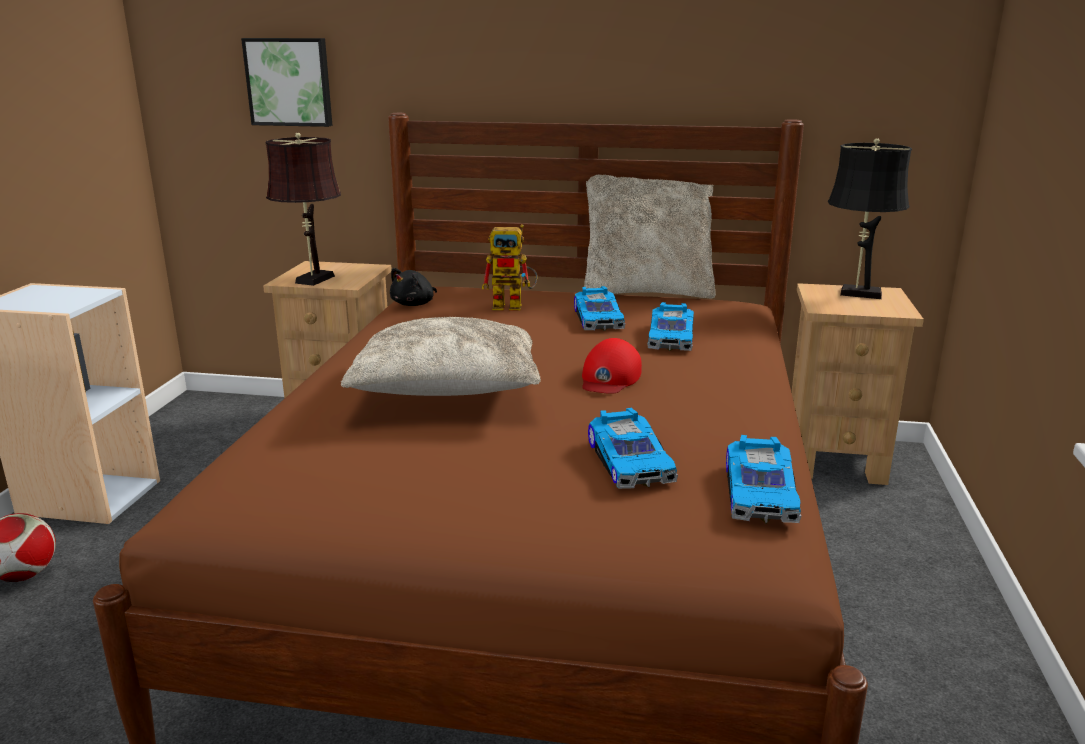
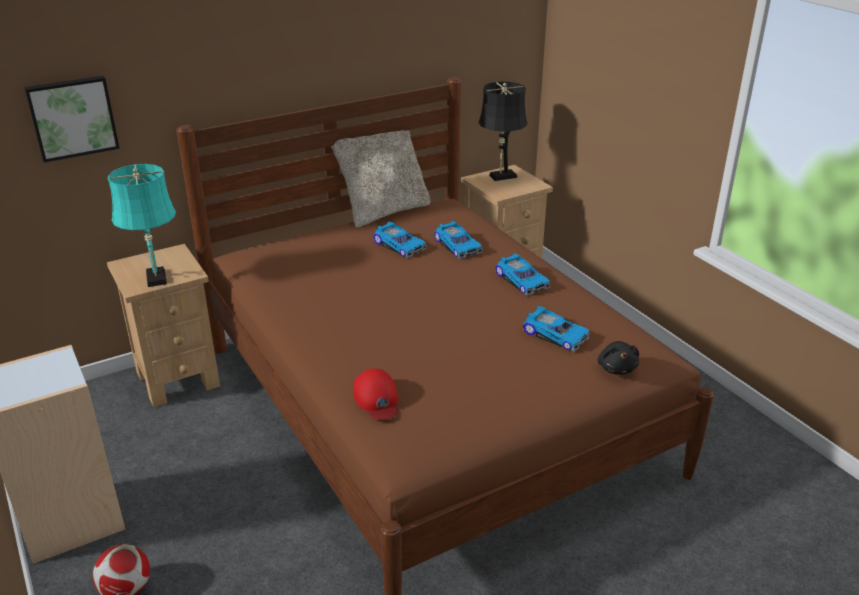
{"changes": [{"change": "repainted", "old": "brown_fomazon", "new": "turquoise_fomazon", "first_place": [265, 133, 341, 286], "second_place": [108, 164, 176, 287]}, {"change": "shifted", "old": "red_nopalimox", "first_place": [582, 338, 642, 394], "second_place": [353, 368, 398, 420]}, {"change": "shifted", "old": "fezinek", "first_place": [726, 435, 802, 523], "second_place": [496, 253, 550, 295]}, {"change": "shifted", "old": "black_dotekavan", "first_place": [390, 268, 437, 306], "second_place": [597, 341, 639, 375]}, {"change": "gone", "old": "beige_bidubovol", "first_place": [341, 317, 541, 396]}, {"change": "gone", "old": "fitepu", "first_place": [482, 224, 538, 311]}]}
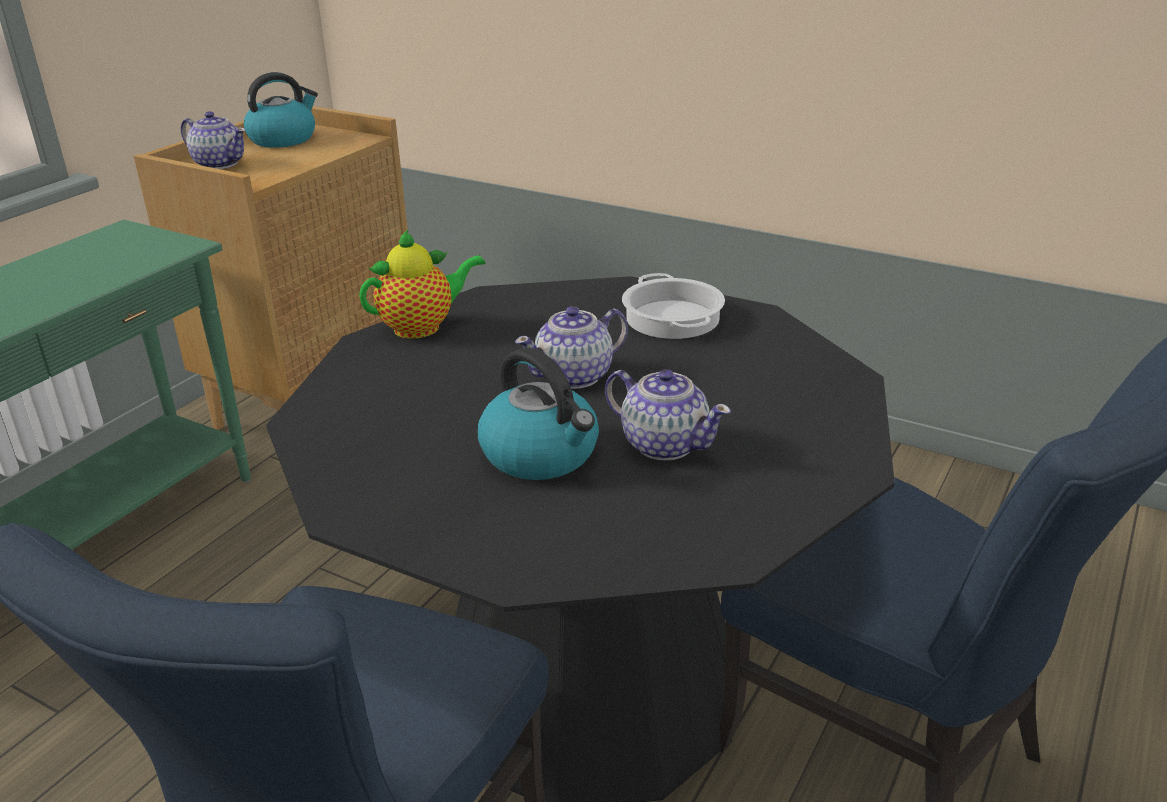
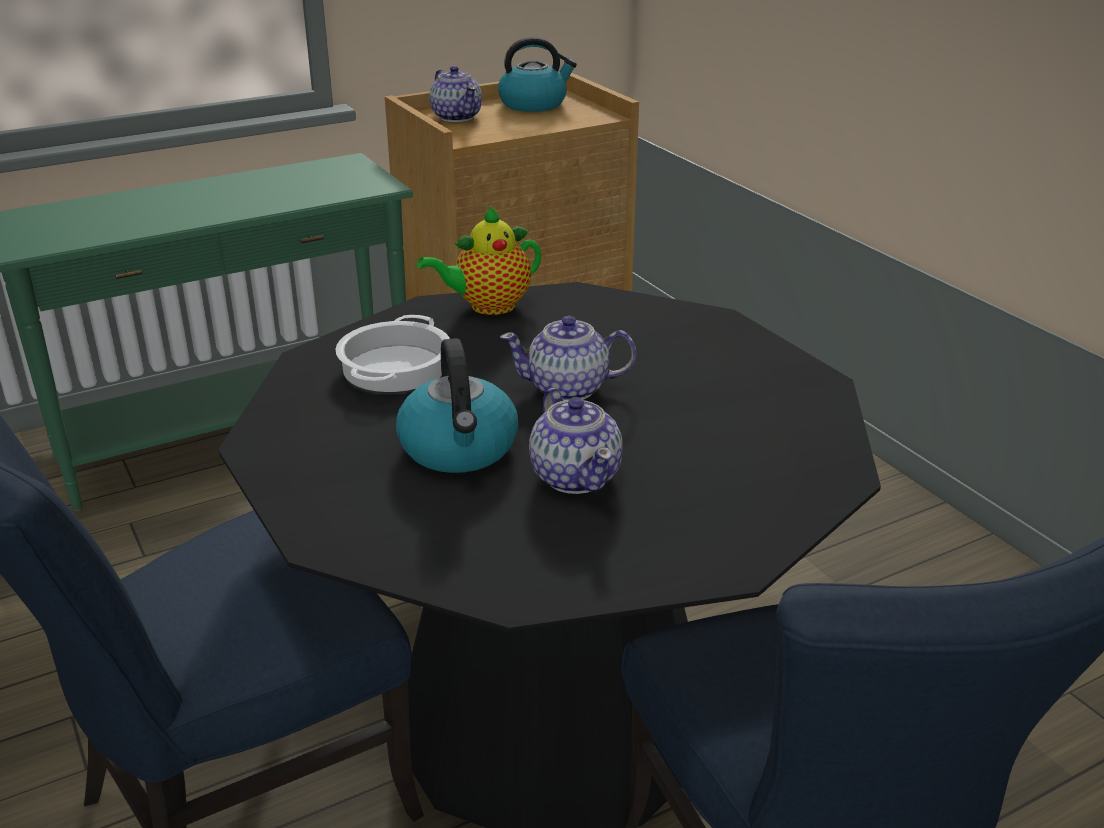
{"changes": [{"change": "shifted", "old": "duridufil", "first_place": [622, 273, 725, 339], "second_place": [335, 315, 450, 392]}, {"change": "rotated", "old": "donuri", "first_place": [359, 230, 485, 339], "second_place": [417, 205, 541, 315], "degrees": 150}]}
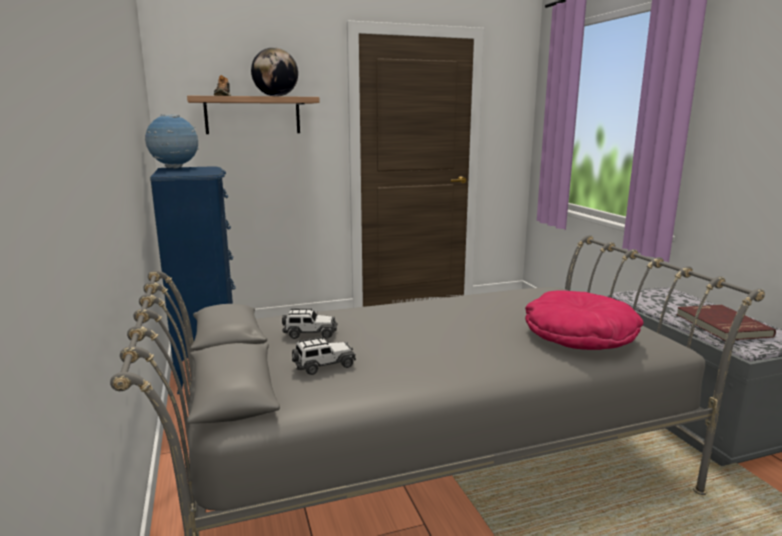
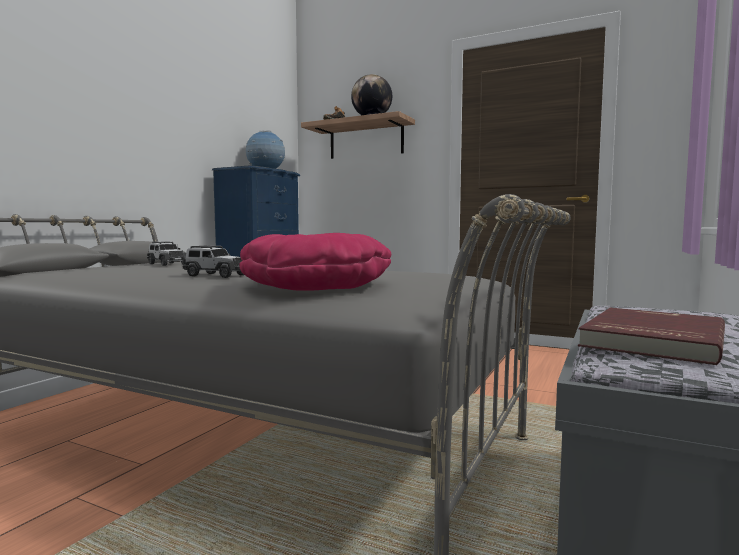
{"changes": [{"change": "shifted", "old": "fezinek", "first_place": [292, 337, 356, 375], "second_place": [182, 245, 244, 278]}]}
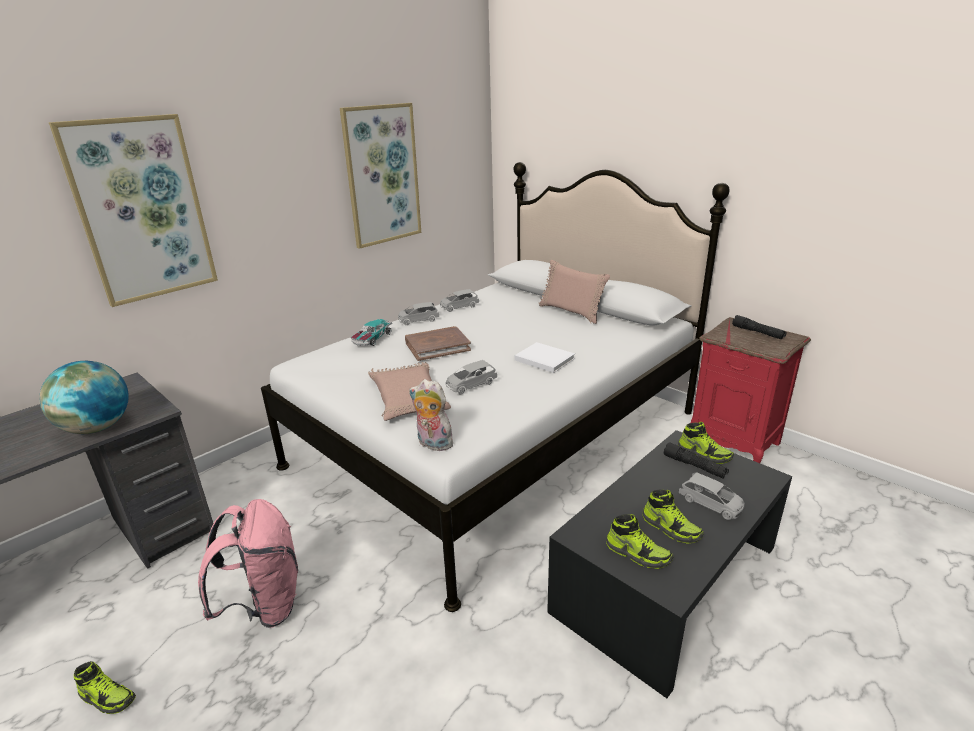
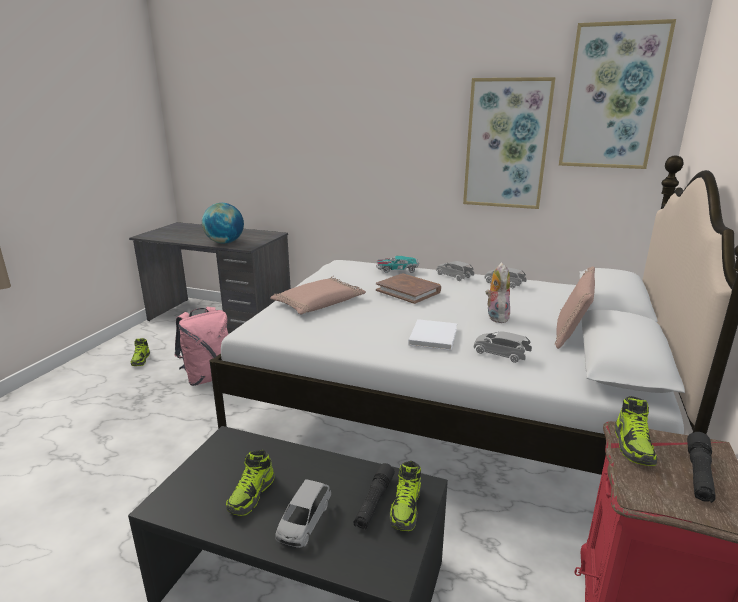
{"changes": [{"change": "shifted", "old": "grey_fezinek", "first_place": [446, 360, 497, 394], "second_place": [474, 332, 532, 363]}, {"change": "shifted", "old": "dotekavan", "first_place": [409, 379, 458, 451], "second_place": [485, 262, 510, 323]}, {"change": "shifted", "old": "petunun", "first_place": [49, 114, 218, 307], "second_place": [559, 19, 676, 169]}, {"change": "shifted", "old": "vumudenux", "first_place": [606, 514, 673, 569], "second_place": [615, 396, 657, 466]}]}
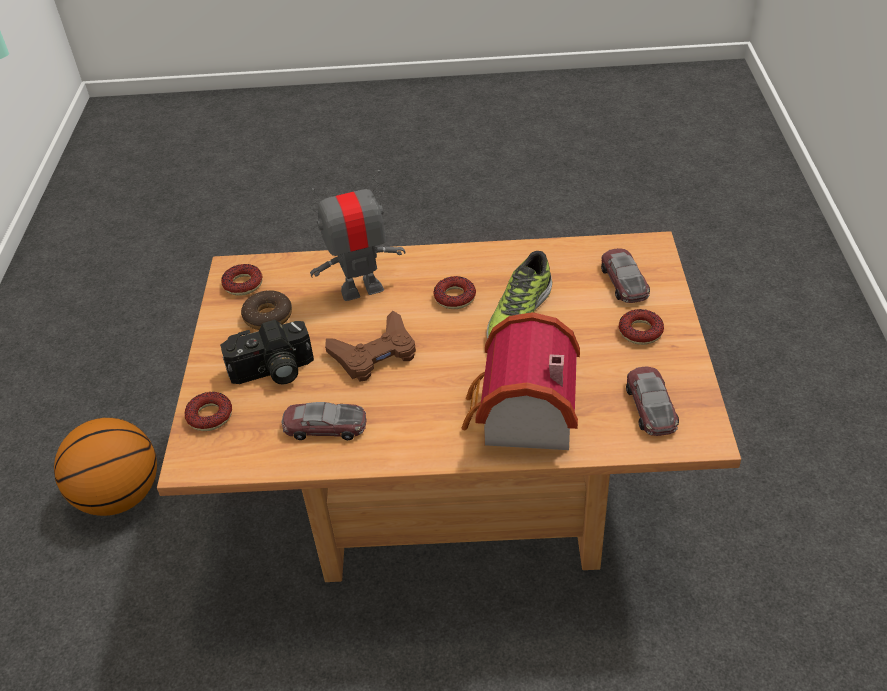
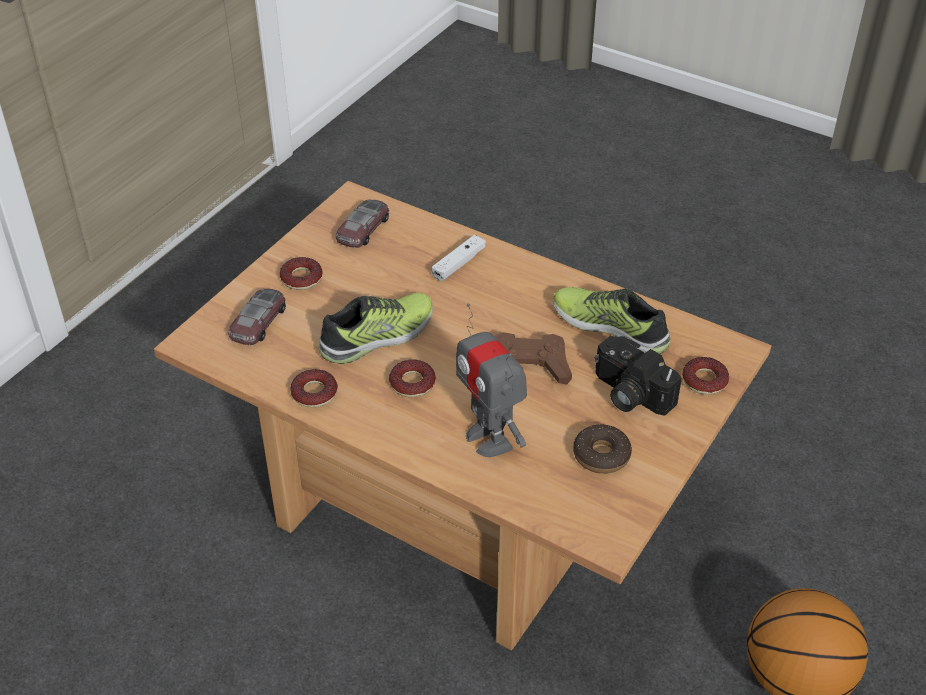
{"changes": [{"change": "shifted", "old": "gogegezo", "first_place": [221, 264, 263, 296], "second_place": [290, 369, 338, 408]}, {"change": "swapped", "old": "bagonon", "new": "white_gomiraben", "first_place": [462, 312, 580, 450], "second_place": [432, 235, 486, 281]}, {"change": "rotated", "old": "fitepu", "first_place": [310, 170, 406, 301], "second_place": [456, 304, 527, 457], "degrees": 45}, {"change": "swapped", "old": "fezinek", "new": "vumudenux", "first_place": [281, 402, 367, 440], "second_place": [553, 287, 671, 354]}, {"change": "rotated", "old": "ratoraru", "first_place": [220, 320, 314, 384], "second_place": [594, 336, 682, 416], "degrees": -150}]}
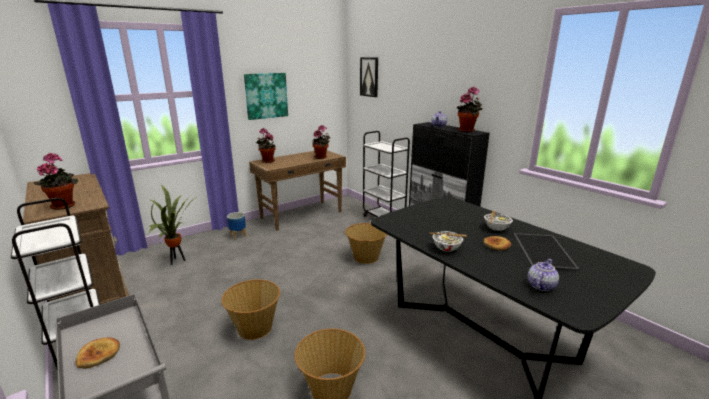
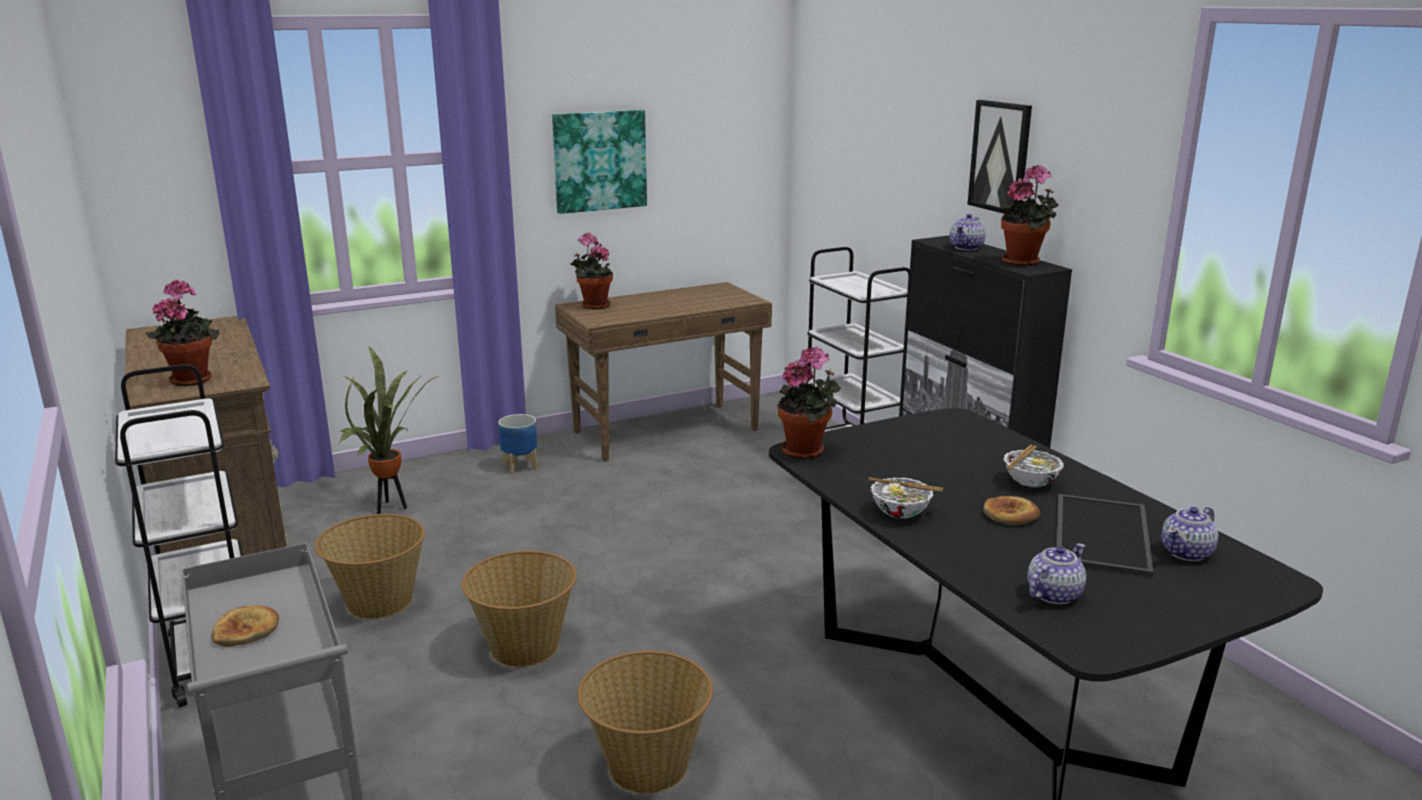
{"changes": [{"change": "shifted", "old": "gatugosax", "first_place": [345, 223, 387, 264], "second_place": [315, 514, 425, 619]}, {"change": "shifted", "old": "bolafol", "first_place": [312, 125, 330, 159], "second_place": [778, 346, 841, 459]}, {"change": "shifted", "old": "petunun", "first_place": [360, 57, 378, 97], "second_place": [967, 100, 1032, 214]}, {"change": "new", "new": "donuri", "second_place": [1161, 507, 1218, 561]}]}
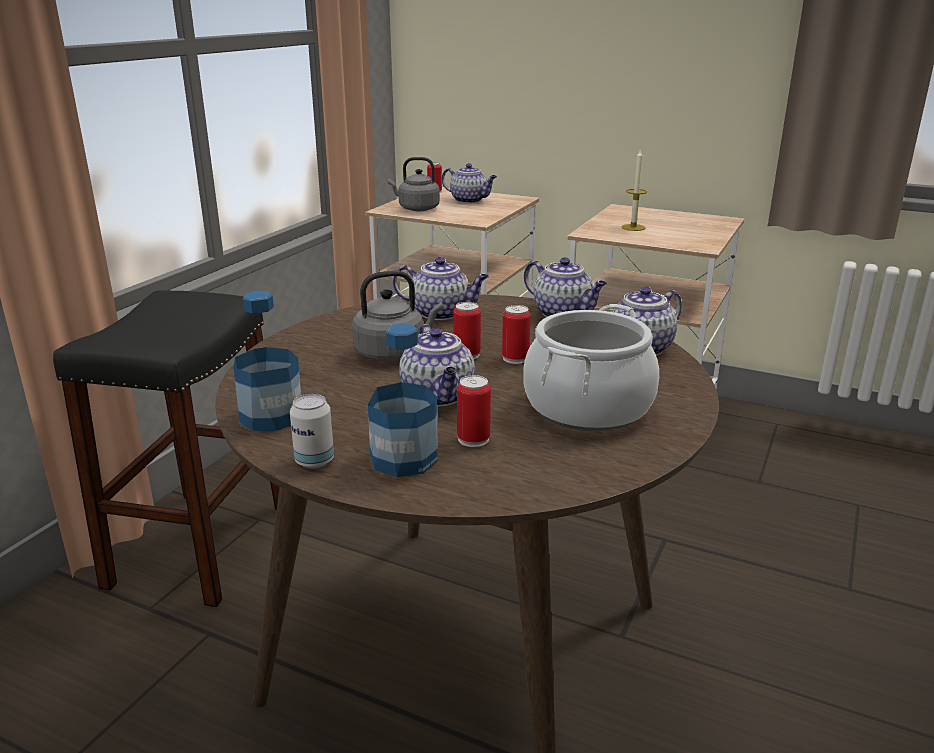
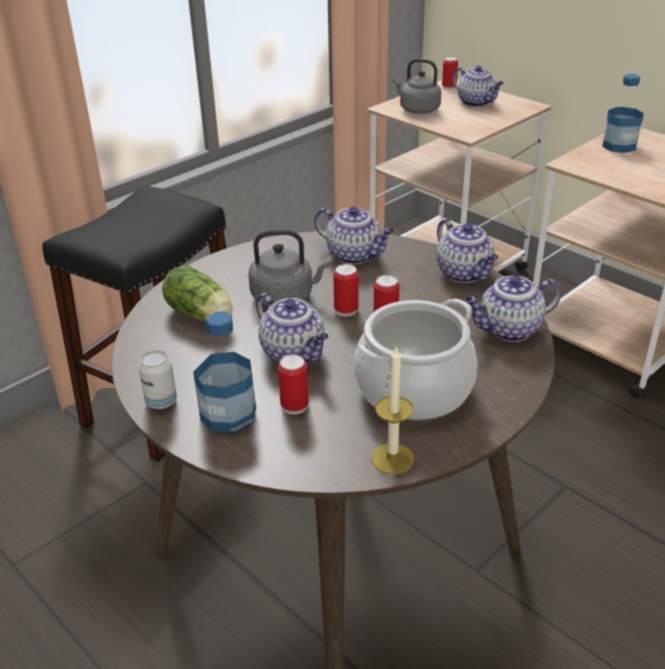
{"changes": [{"change": "new", "new": "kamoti", "second_place": [162, 266, 233, 321]}, {"change": "rotated", "old": "donuri", "first_place": [399, 324, 475, 407], "second_place": [256, 293, 329, 363], "degrees": -45}, {"change": "shifted", "old": "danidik", "first_place": [621, 150, 647, 231], "second_place": [371, 345, 414, 474]}, {"change": "shifted", "old": "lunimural", "first_place": [233, 291, 301, 431], "second_place": [602, 74, 644, 153]}]}
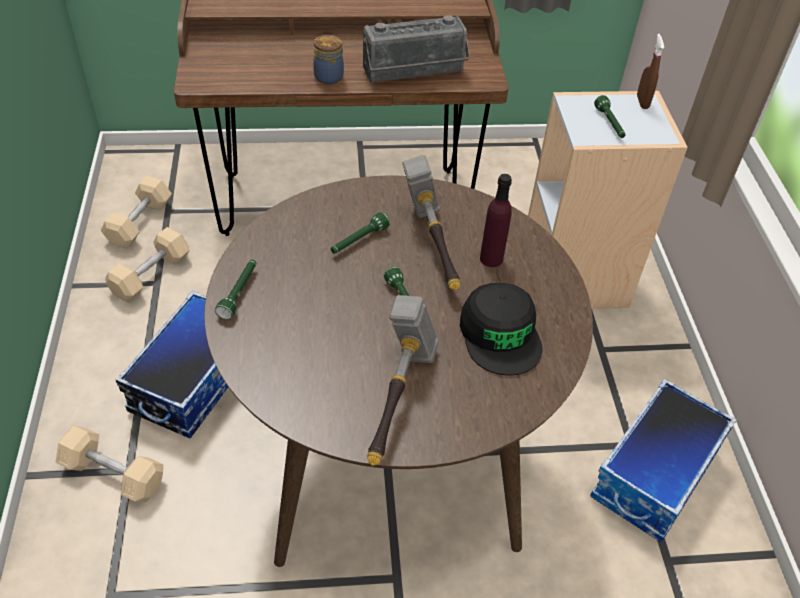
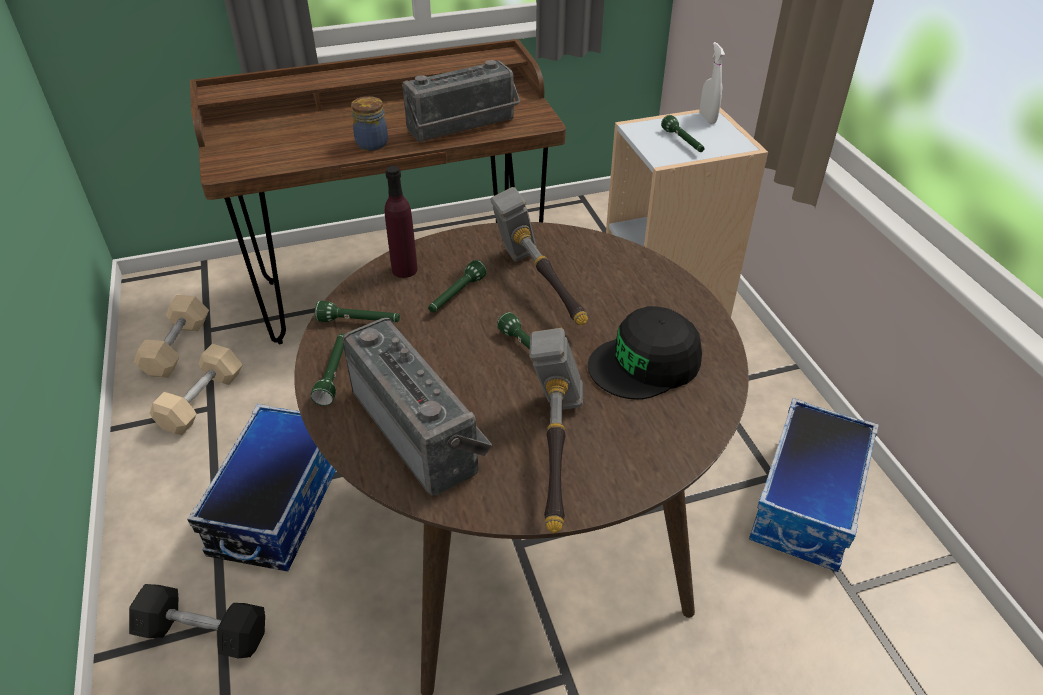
{"changes": [{"change": "repainted", "old": "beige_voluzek", "new": "black_voluzek", "first_place": [56, 426, 164, 502], "second_place": [129, 584, 265, 658]}, {"change": "new", "new": "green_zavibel", "second_place": [315, 301, 400, 322]}, {"change": "new", "new": "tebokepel", "second_place": [343, 318, 493, 496]}, {"change": "shifted", "old": "purple_lunimural", "first_place": [480, 174, 512, 267], "second_place": [385, 166, 418, 278]}, {"change": "rotated", "old": "black_nopalimox", "first_place": [460, 283, 543, 376], "second_place": [588, 306, 702, 400], "degrees": 90}, {"change": "repainted", "old": "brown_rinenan", "new": "white_rinenan", "first_place": [637, 34, 664, 109], "second_place": [700, 42, 725, 124]}]}
